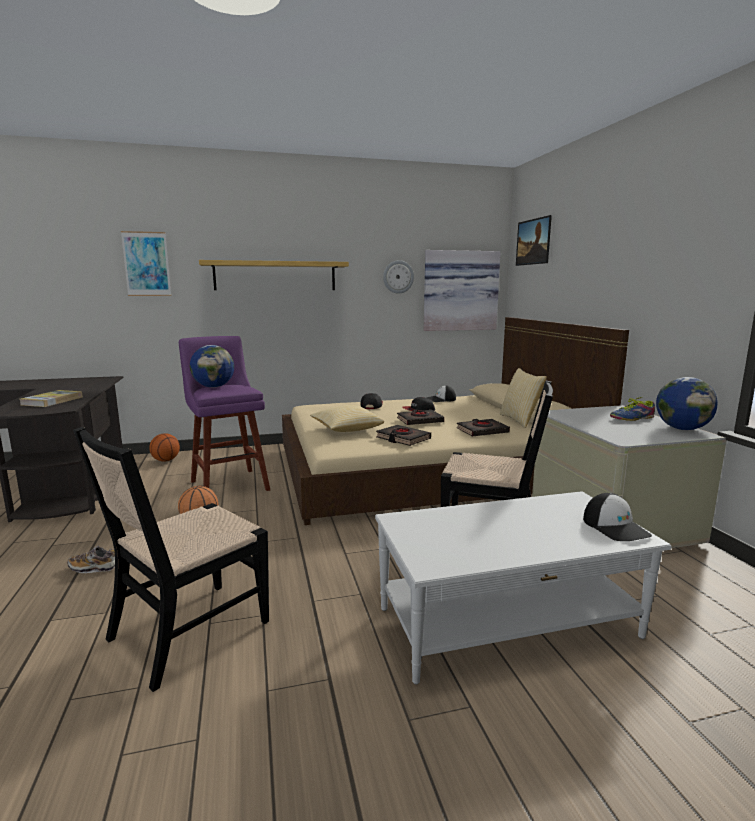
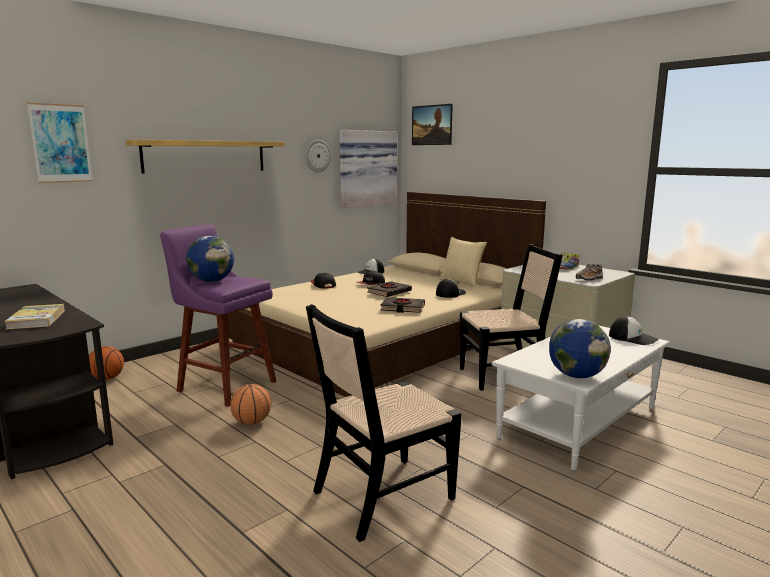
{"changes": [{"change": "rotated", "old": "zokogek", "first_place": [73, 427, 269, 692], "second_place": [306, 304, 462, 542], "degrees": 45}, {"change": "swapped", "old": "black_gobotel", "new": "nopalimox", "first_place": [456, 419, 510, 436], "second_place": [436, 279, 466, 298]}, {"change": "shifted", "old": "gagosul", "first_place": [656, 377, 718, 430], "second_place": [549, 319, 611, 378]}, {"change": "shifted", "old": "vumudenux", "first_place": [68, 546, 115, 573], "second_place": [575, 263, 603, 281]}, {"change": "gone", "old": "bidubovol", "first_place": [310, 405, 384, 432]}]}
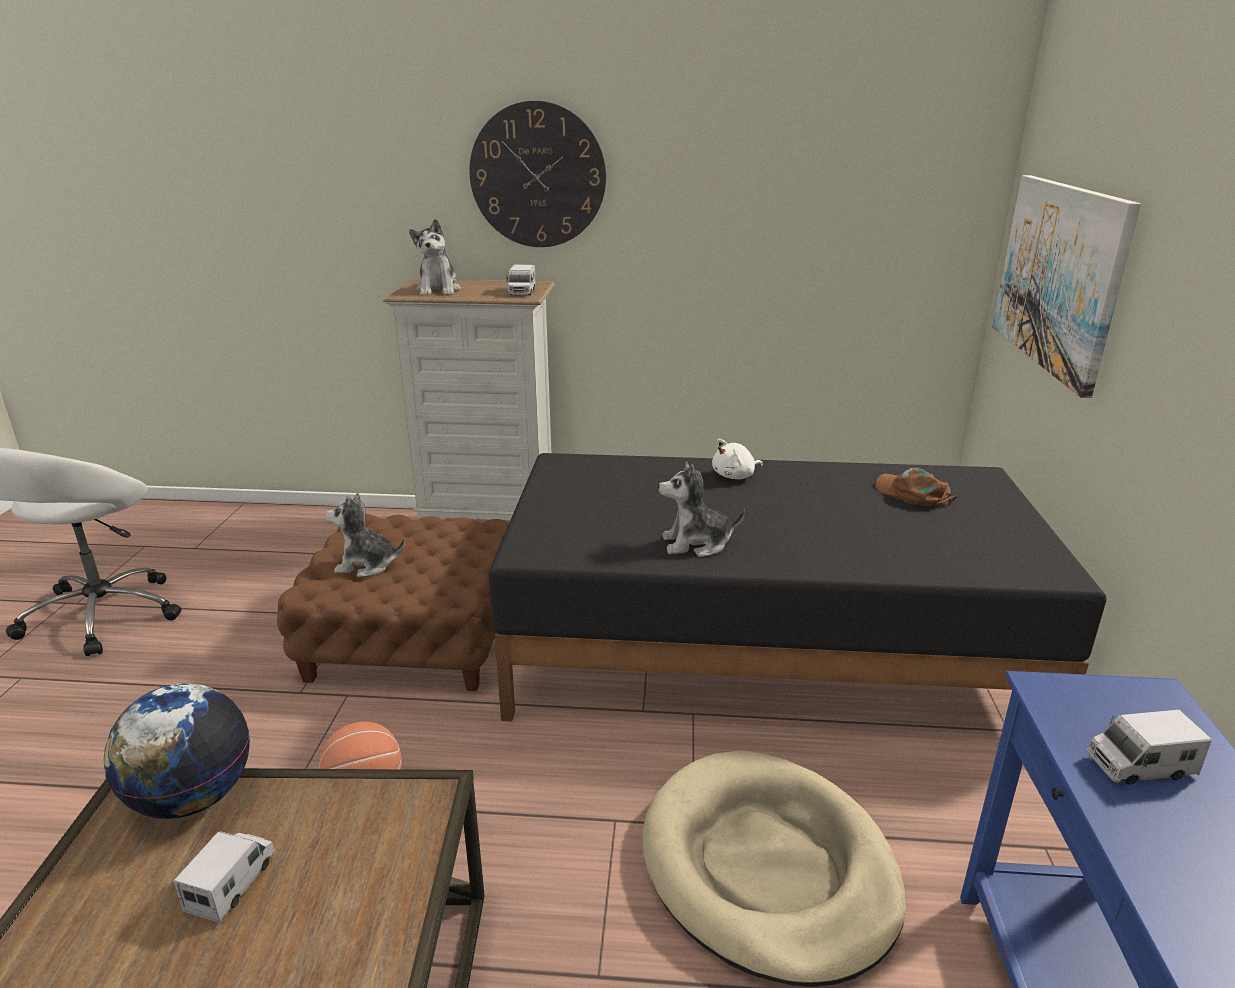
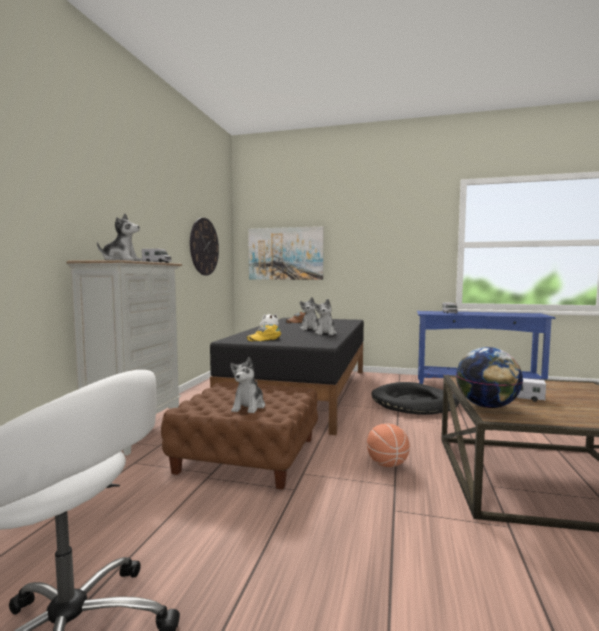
{"changes": [{"change": "shifted", "old": "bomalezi", "first_place": [469, 101, 606, 247], "second_place": [190, 218, 219, 275]}, {"change": "new", "new": "yellow_nopalimox", "second_place": [247, 324, 281, 341]}, {"change": "new", "new": "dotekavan", "second_place": [300, 297, 318, 331]}, {"change": "repainted", "old": "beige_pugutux", "new": "black_pugutux", "first_place": [642, 751, 906, 987], "second_place": [371, 382, 460, 415]}]}
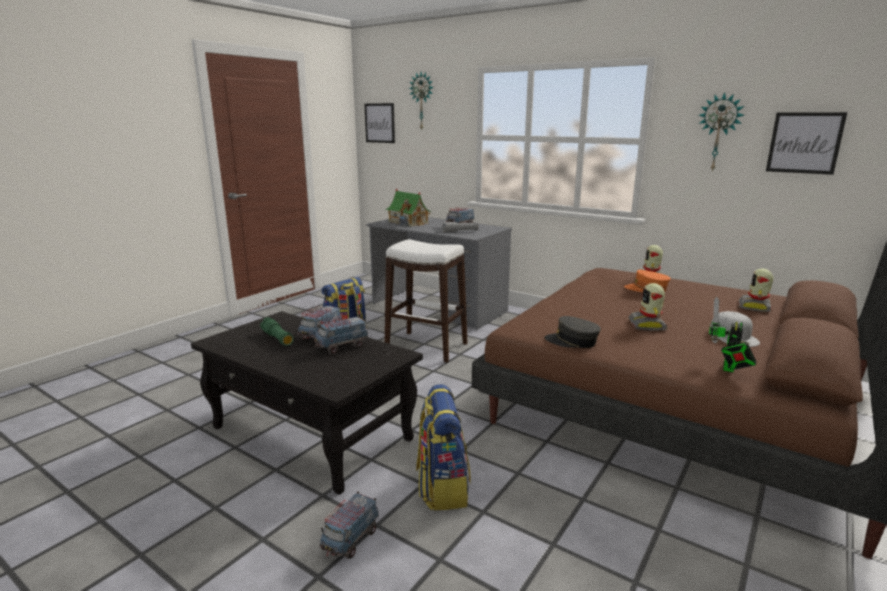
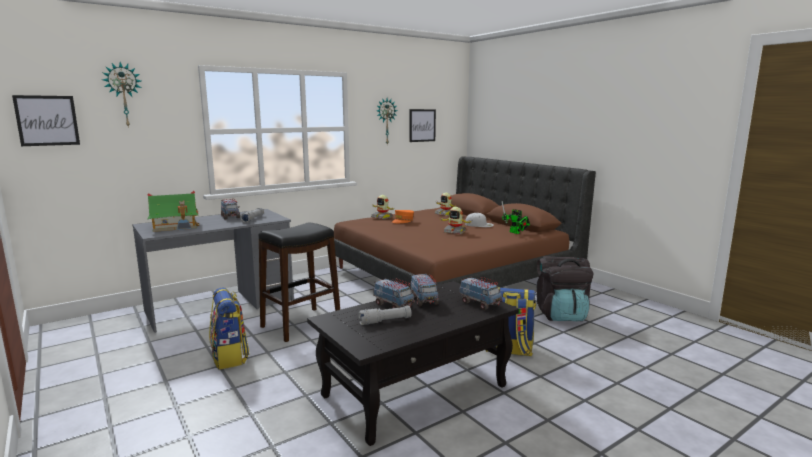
{"changes": [{"change": "repainted", "old": "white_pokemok", "new": "black_pokemok", "first_place": [385, 239, 467, 363], "second_place": [258, 222, 340, 342]}, {"change": "repainted", "old": "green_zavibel", "new": "grey_zavibel", "first_place": [260, 317, 294, 346], "second_place": [358, 305, 412, 325]}, {"change": "shifted", "old": "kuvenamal", "first_place": [320, 491, 379, 559], "second_place": [459, 276, 503, 310]}, {"change": "new", "new": "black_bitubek", "second_place": [537, 256, 594, 321]}, {"change": "gone", "old": "grey_nopalimox", "first_place": [544, 316, 601, 348]}]}
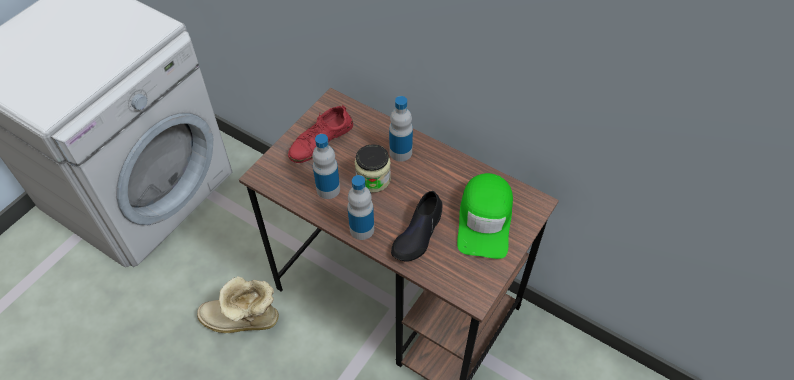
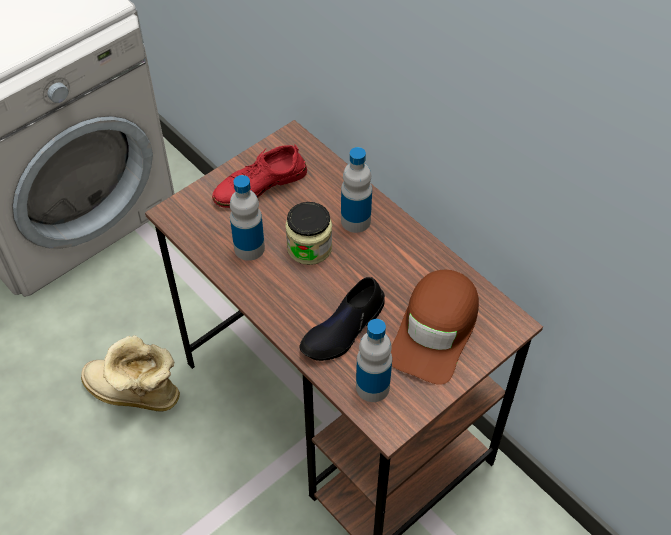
{"changes": [{"change": "shifted", "old": "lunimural", "first_place": [347, 175, 374, 240], "second_place": [356, 319, 392, 402]}, {"change": "repainted", "old": "green_nopalimox", "new": "brown_nopalimox", "first_place": [457, 173, 513, 259], "second_place": [391, 270, 479, 385]}]}
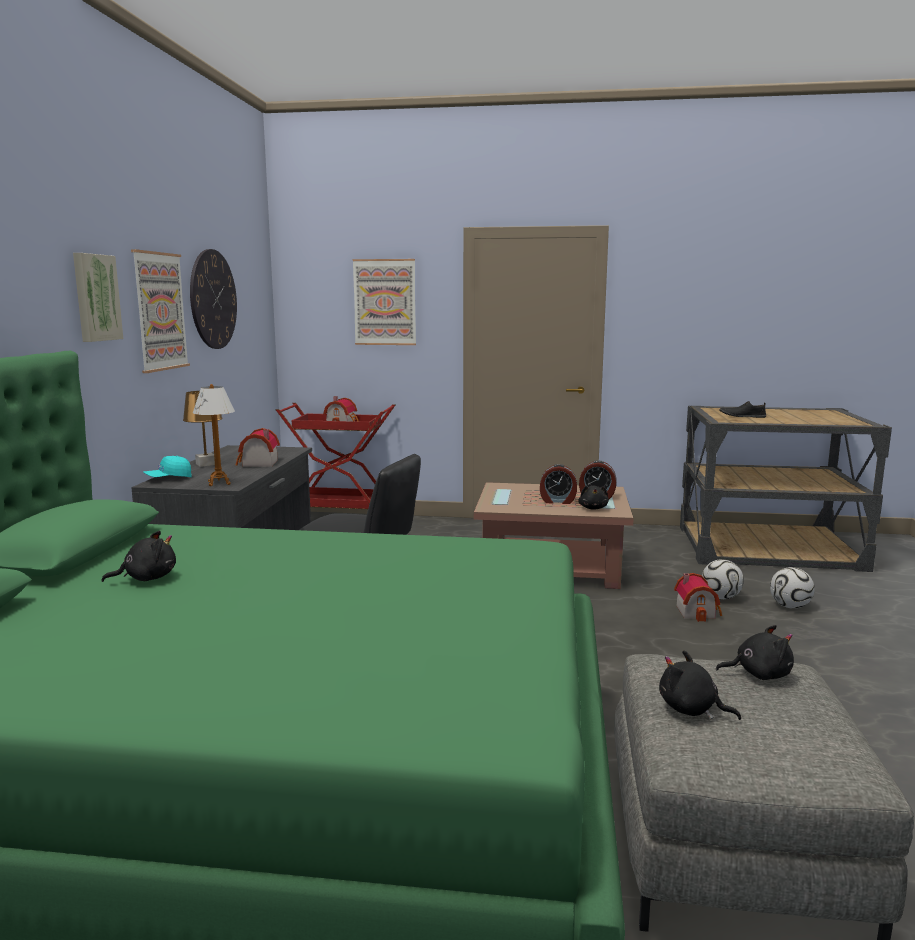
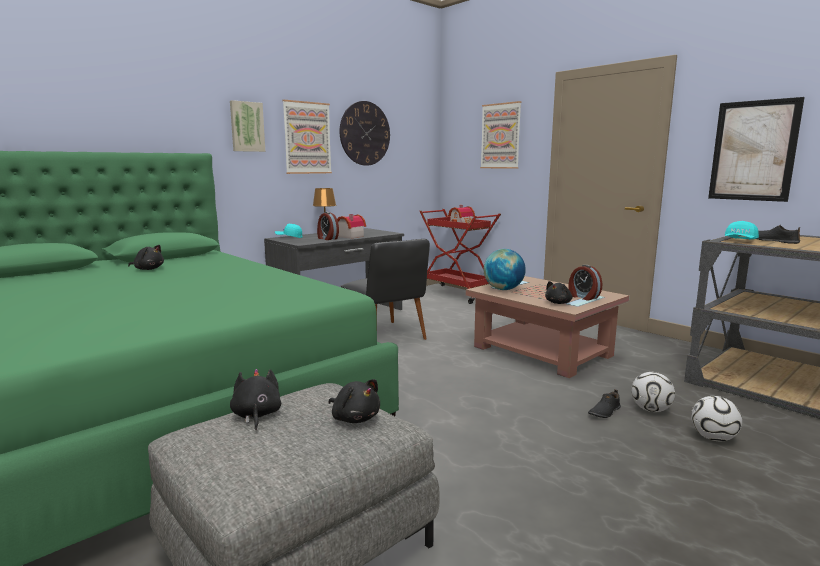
{"changes": [{"change": "shifted", "old": "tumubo", "first_place": [540, 464, 577, 504], "second_place": [317, 212, 339, 240]}, {"change": "new", "new": "gagosul", "second_place": [483, 249, 526, 290]}, {"change": "swapped", "old": "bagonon", "new": "black_vumudenux", "first_place": [674, 573, 722, 622], "second_place": [588, 389, 621, 418]}, {"change": "new", "new": "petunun", "second_place": [708, 97, 805, 202]}, {"change": "new", "new": "turquoise_nopalimox", "second_place": [725, 221, 759, 240]}, {"change": "gone", "old": "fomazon", "first_place": [193, 384, 235, 486]}]}
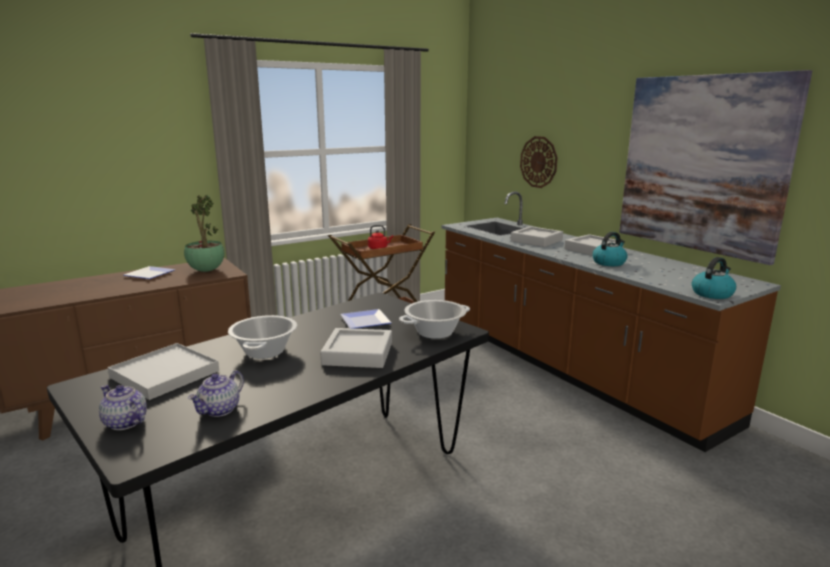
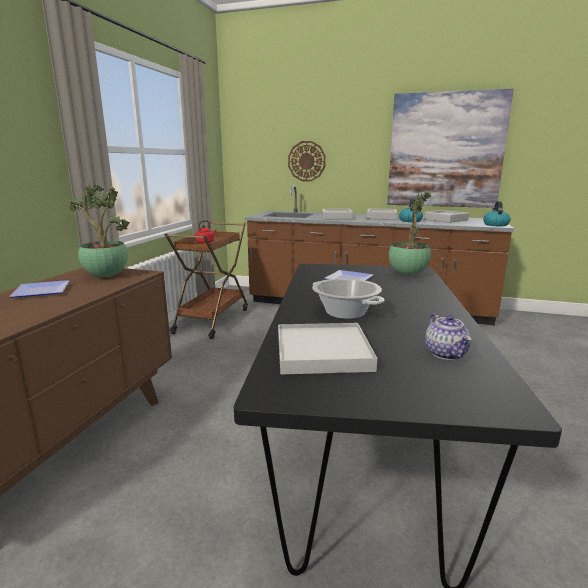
{"changes": [{"change": "swapped", "old": "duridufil", "new": "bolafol", "first_place": [399, 300, 470, 339], "second_place": [389, 192, 431, 275]}, {"change": "shifted", "old": "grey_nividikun", "first_place": [320, 328, 392, 368], "second_place": [424, 210, 469, 223]}, {"change": "gone", "old": "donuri", "first_place": [99, 385, 147, 430]}]}
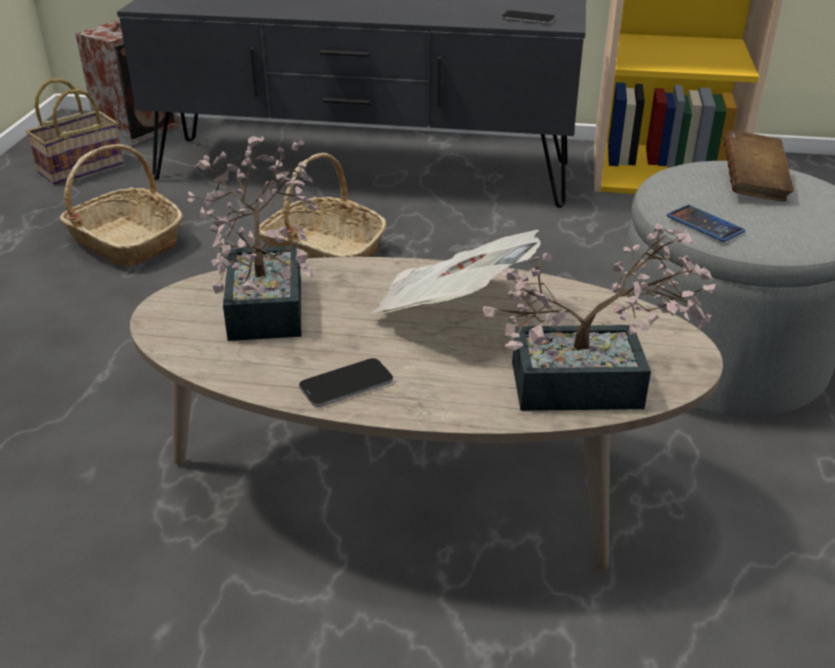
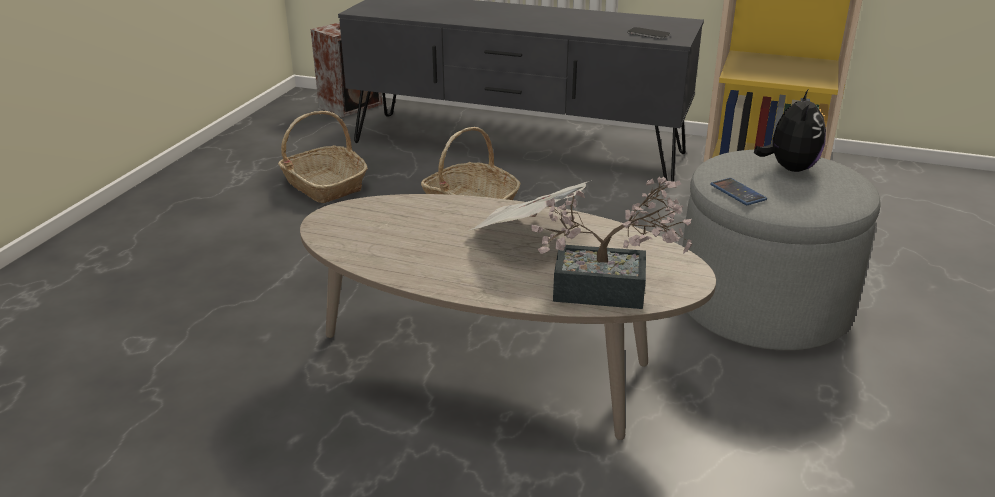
{"changes": [{"change": "swapped", "old": "brown_gobotel", "new": "dotekavan", "first_place": [723, 130, 794, 201], "second_place": [754, 90, 826, 172]}, {"change": "gone", "old": "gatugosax", "first_place": [26, 78, 124, 185]}, {"change": "gone", "old": "bolafol", "first_place": [187, 136, 318, 341]}, {"change": "gone", "old": "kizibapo", "first_place": [299, 358, 393, 407]}]}
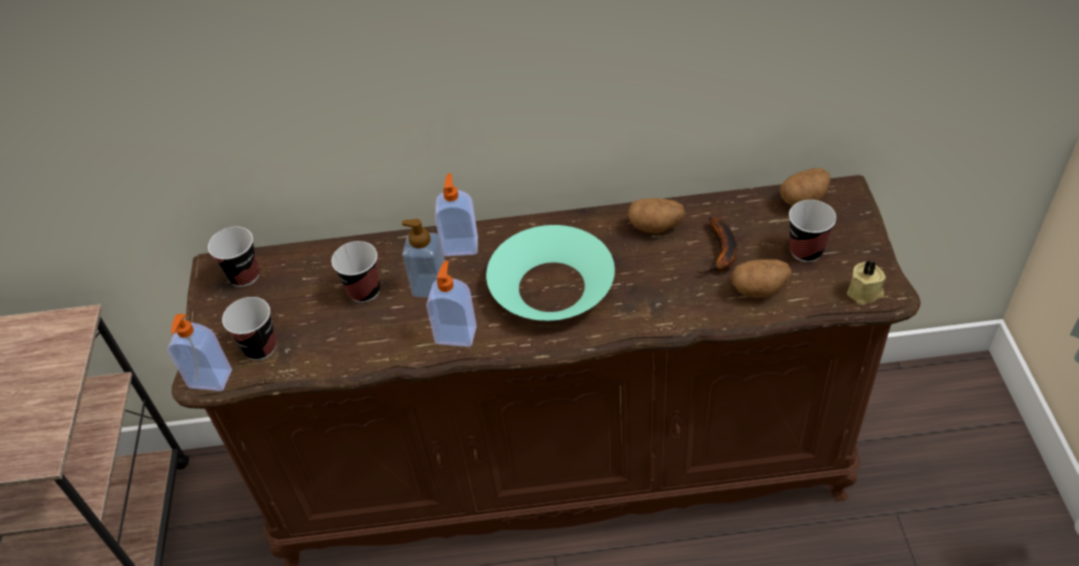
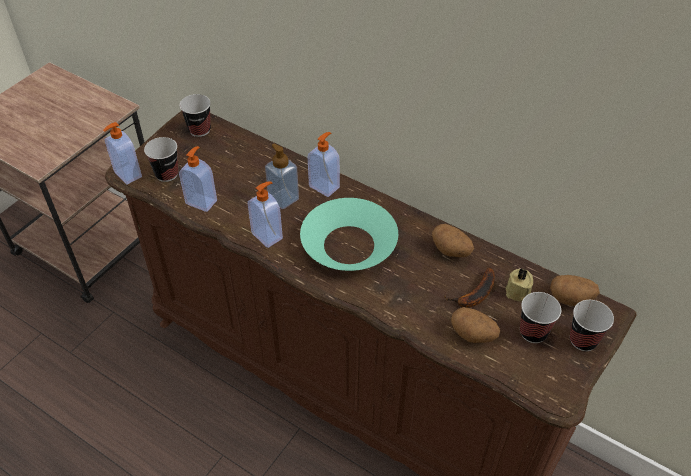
{"changes": [{"change": "new", "new": "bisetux", "second_place": [179, 146, 217, 212]}, {"change": "shifted", "old": "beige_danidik", "first_place": [847, 260, 886, 305], "second_place": [505, 268, 533, 301]}, {"change": "shifted", "old": "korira", "first_place": [331, 241, 380, 303], "second_place": [570, 300, 614, 351]}]}
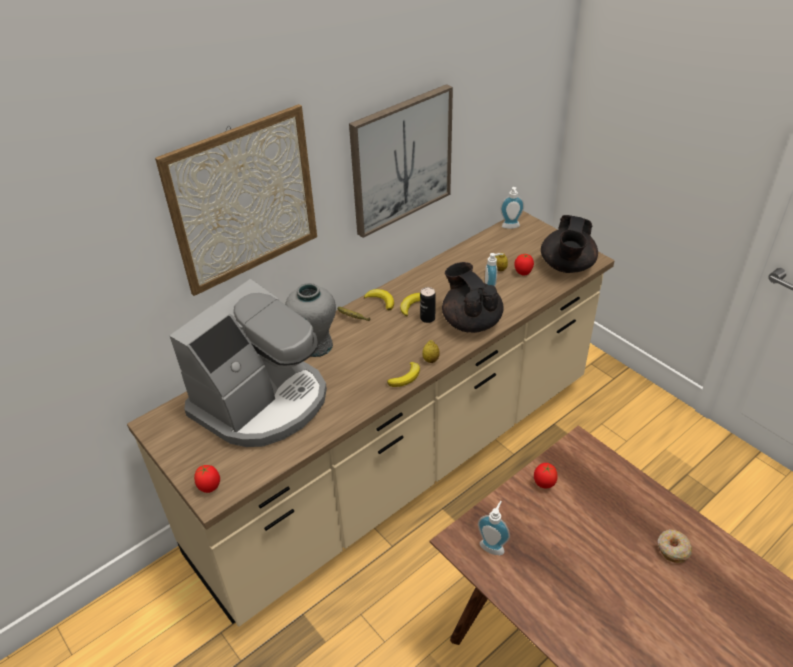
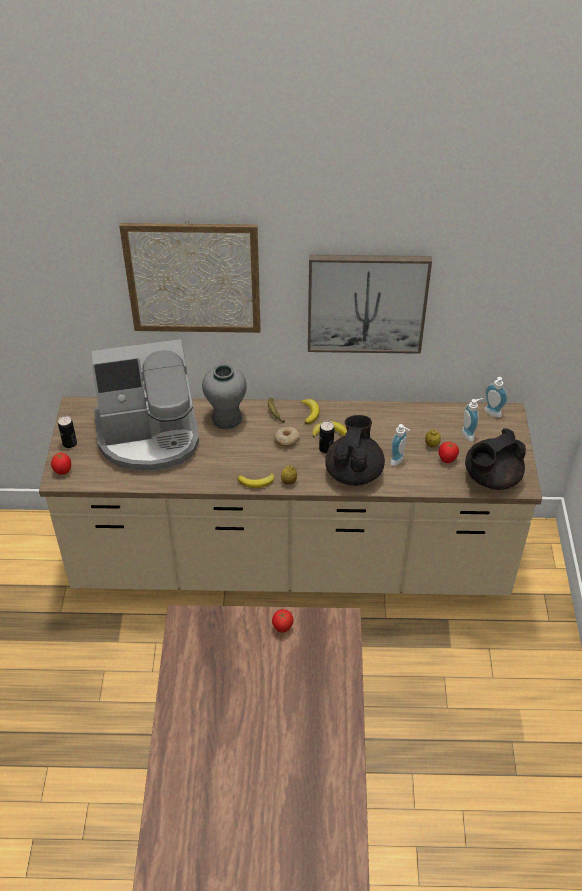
{"changes": [{"change": "new", "new": "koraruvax", "second_place": [58, 416, 77, 448]}, {"change": "shifted", "old": "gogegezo", "first_place": [657, 529, 692, 563], "second_place": [274, 427, 300, 448]}, {"change": "shifted", "old": "bisetux", "first_place": [478, 501, 510, 555], "second_place": [462, 398, 484, 442]}]}
